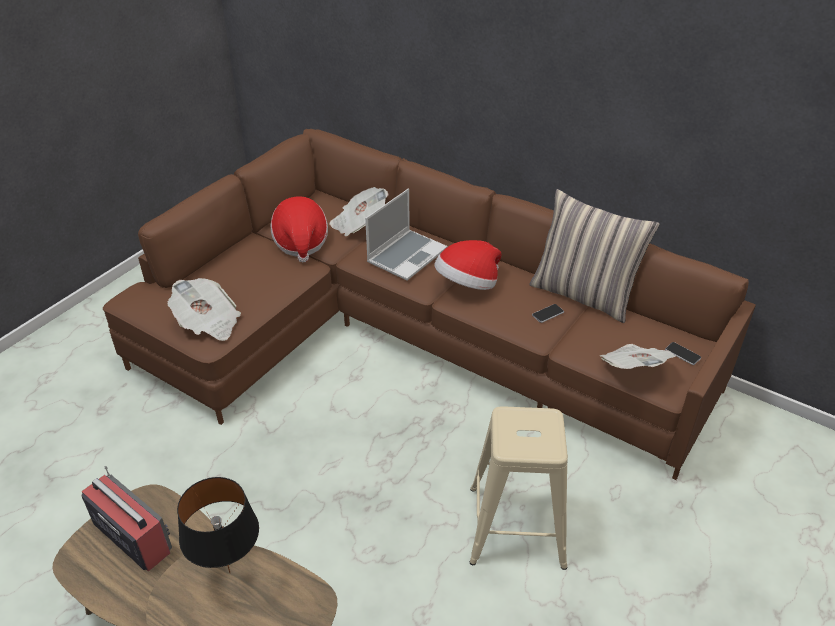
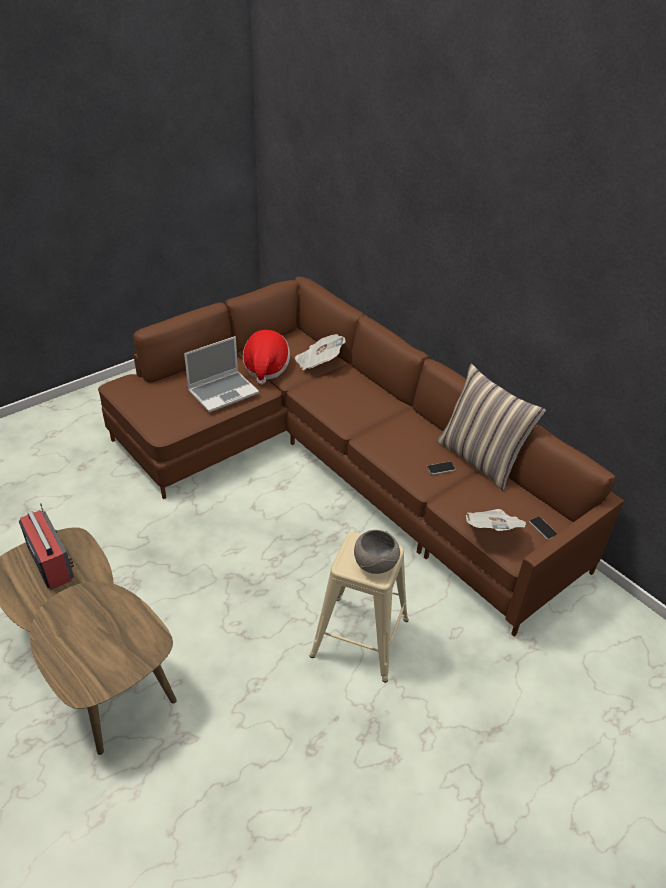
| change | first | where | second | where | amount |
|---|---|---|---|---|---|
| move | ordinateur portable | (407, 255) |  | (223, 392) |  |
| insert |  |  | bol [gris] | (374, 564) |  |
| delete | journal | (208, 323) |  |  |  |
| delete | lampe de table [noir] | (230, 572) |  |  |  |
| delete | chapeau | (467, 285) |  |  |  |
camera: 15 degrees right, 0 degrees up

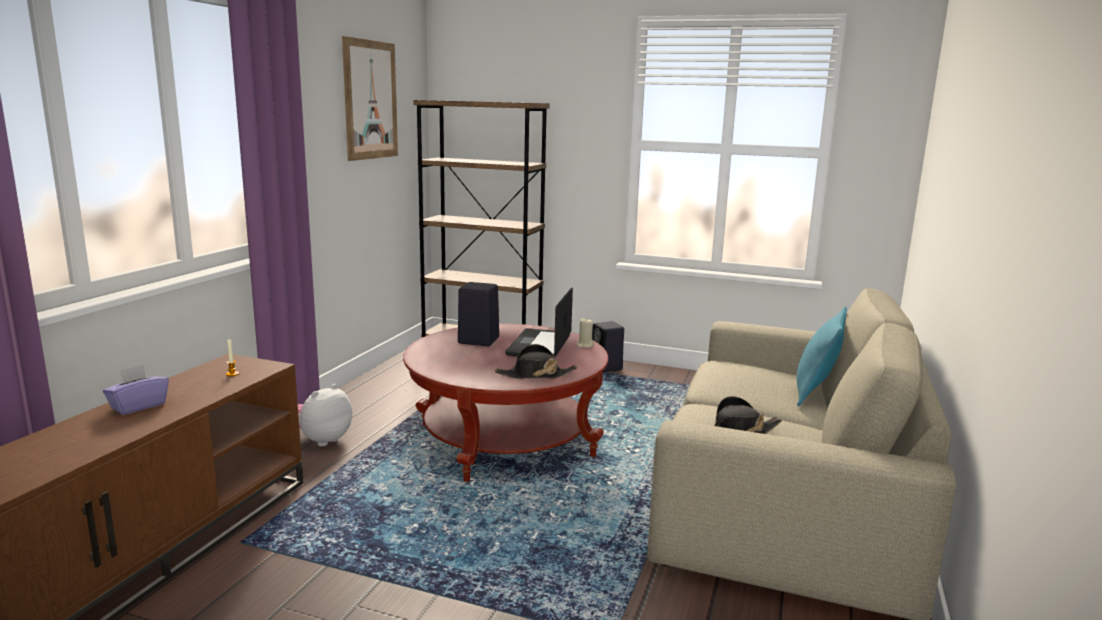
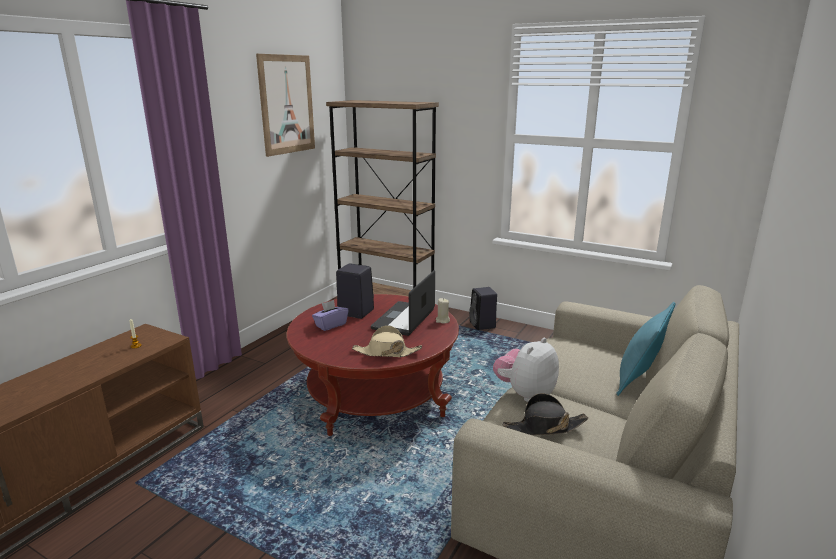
| change | first | where | second | where | amount |
|---|---|---|---|---|---|
| move | boîte à mouchoirs [violet] | (138, 406) |  | (330, 325) |  |
| recolor | chapeau [noir] | (535, 375) | chapeau [beige] | (386, 352) |  |
| move | peluche | (322, 440) |  | (525, 394) |  |
camera: 10 degrees right, 5 degrees up

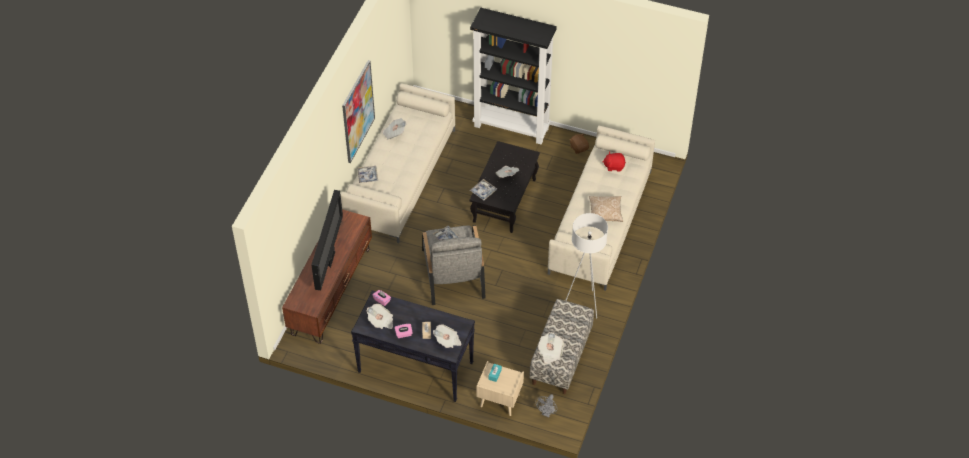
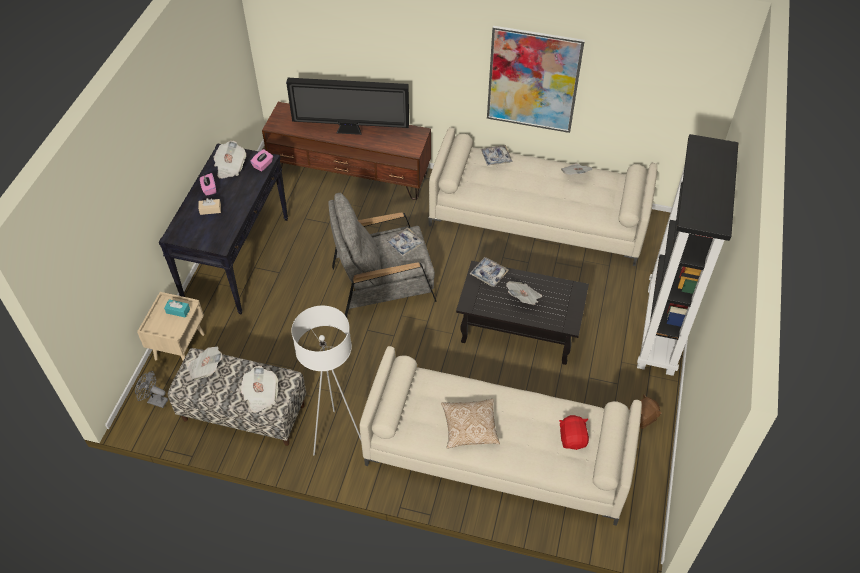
| change | first | where | second | where | amount |
|---|---|---|---|---|---|
| move | journal | (447, 341) |  | (260, 395) |  |
camera: 85 degrees right, 0 degrees up

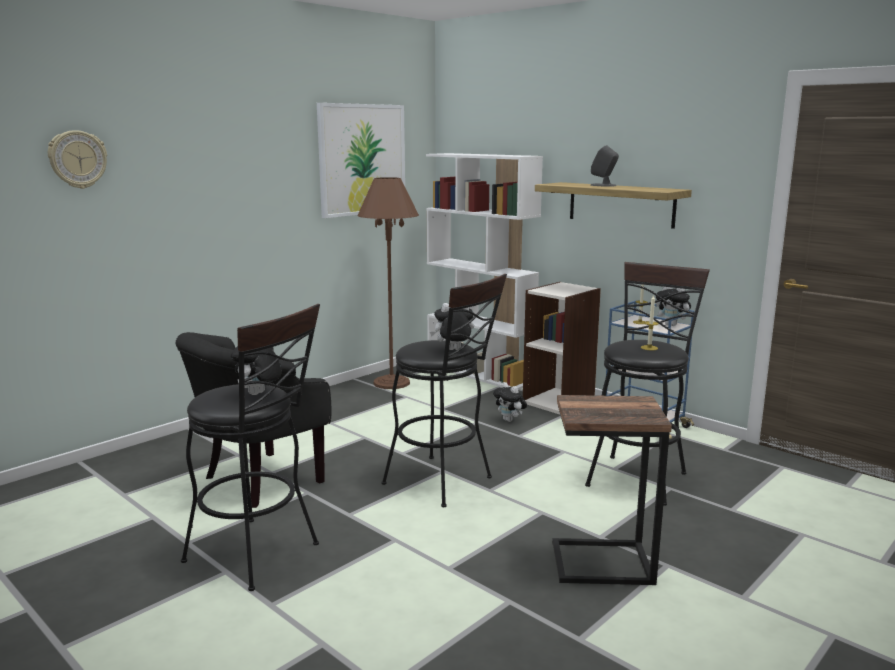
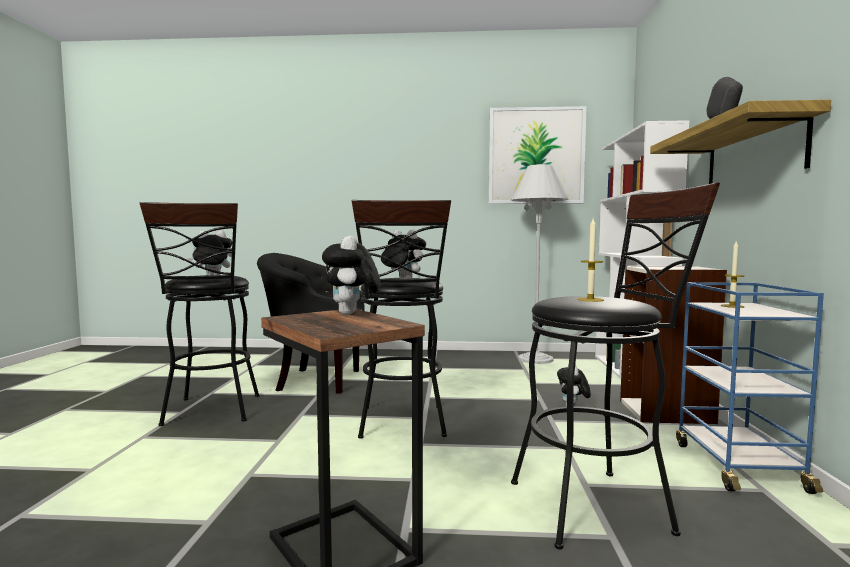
| change | first | where | second | where | amount |
|---|---|---|---|---|---|
| move | peluche | (672, 325) |  | (351, 314) |  |
| recolor | lampadaire [marron] | (391, 383) | lampadaire [blanc] | (535, 359) |  |
| delete | horloge murale | (77, 159) |  |  |  |
camera: 50 degrees right, 10 degrees down

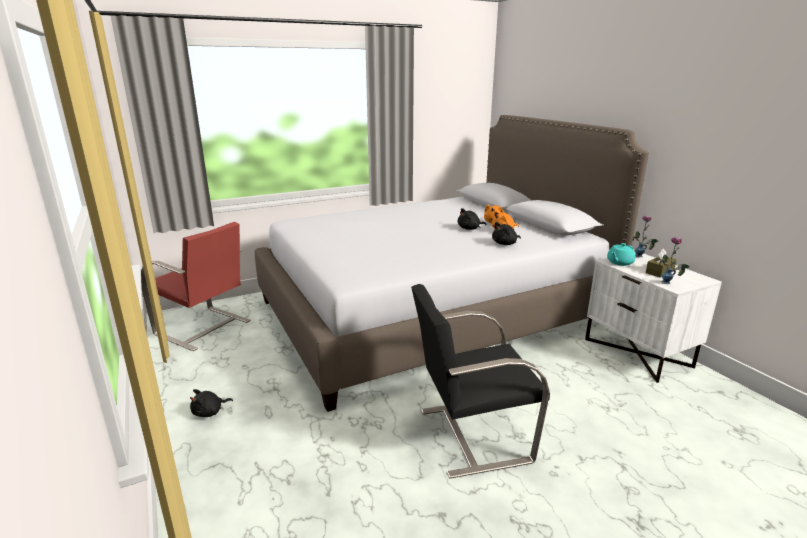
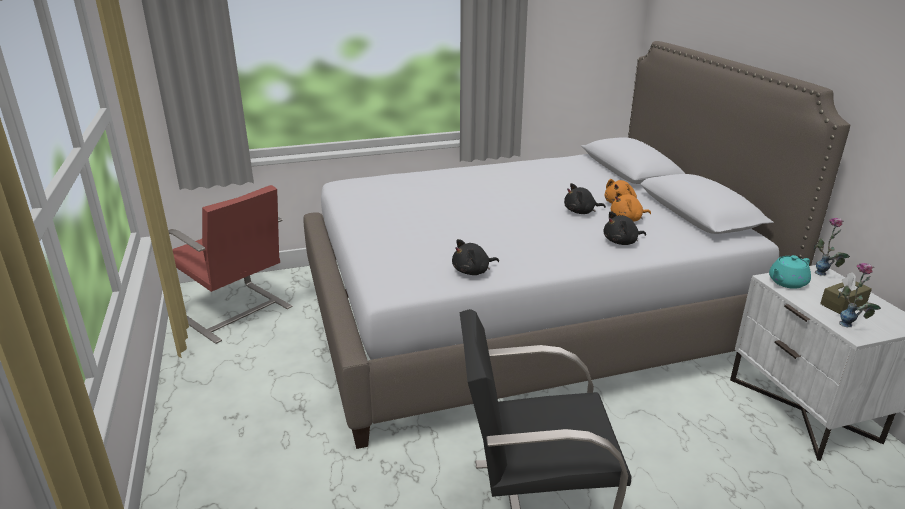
| change | first | where | second | where | amount |
|---|---|---|---|---|---|
| move | peluche [noir] | (210, 412) |  | (473, 271) |  |
camera: 10 degrees right, 5 degrees up

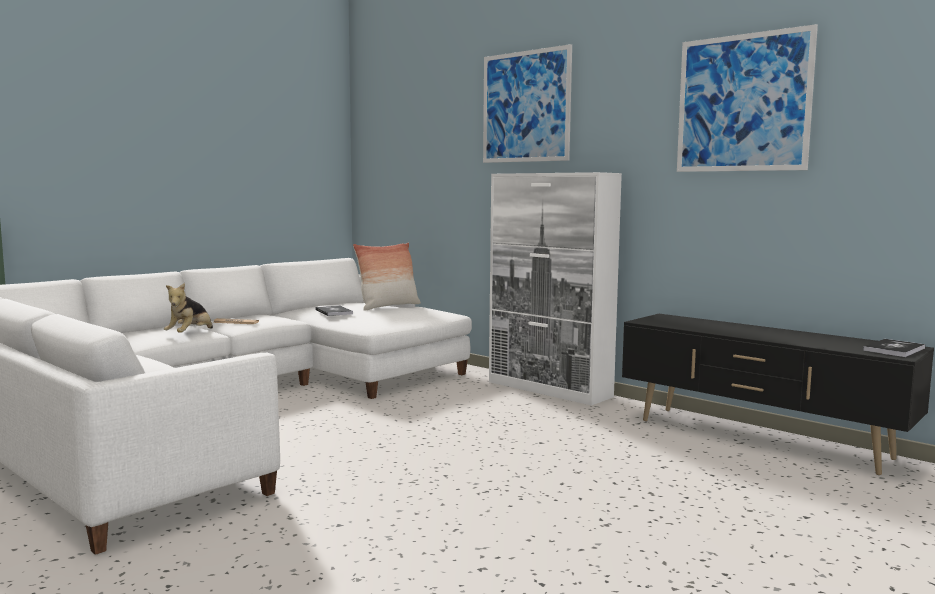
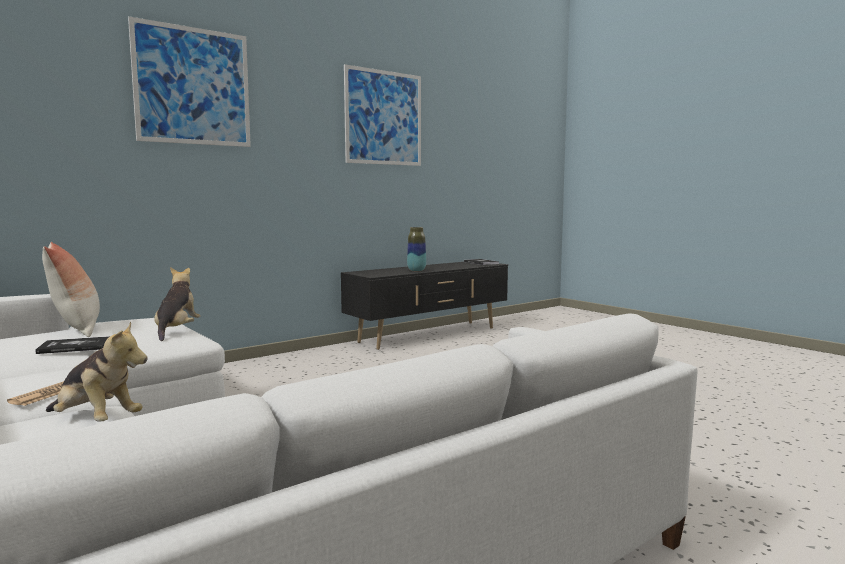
| change | first | where | second | where | amount |
|---|---|---|---|---|---|
| insert |  |  | peluche | (177, 331) |  |
| insert |  |  | vase | (416, 270) |  |
| delete | meuble de rangement [blanc] | (549, 389) |  |  |  |
camera: 80 degrees left, 0 degrees up

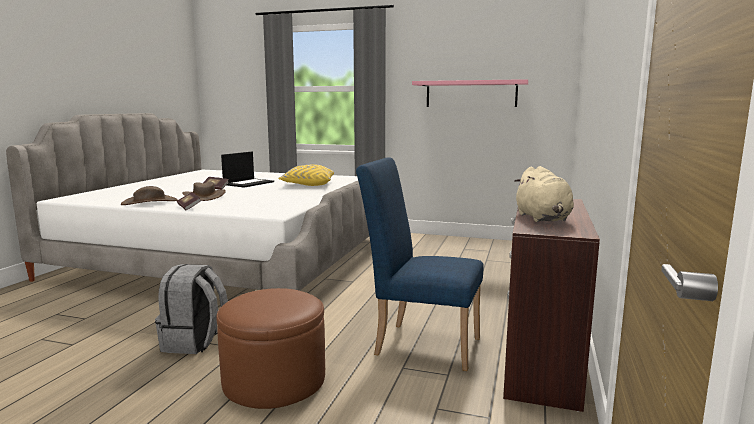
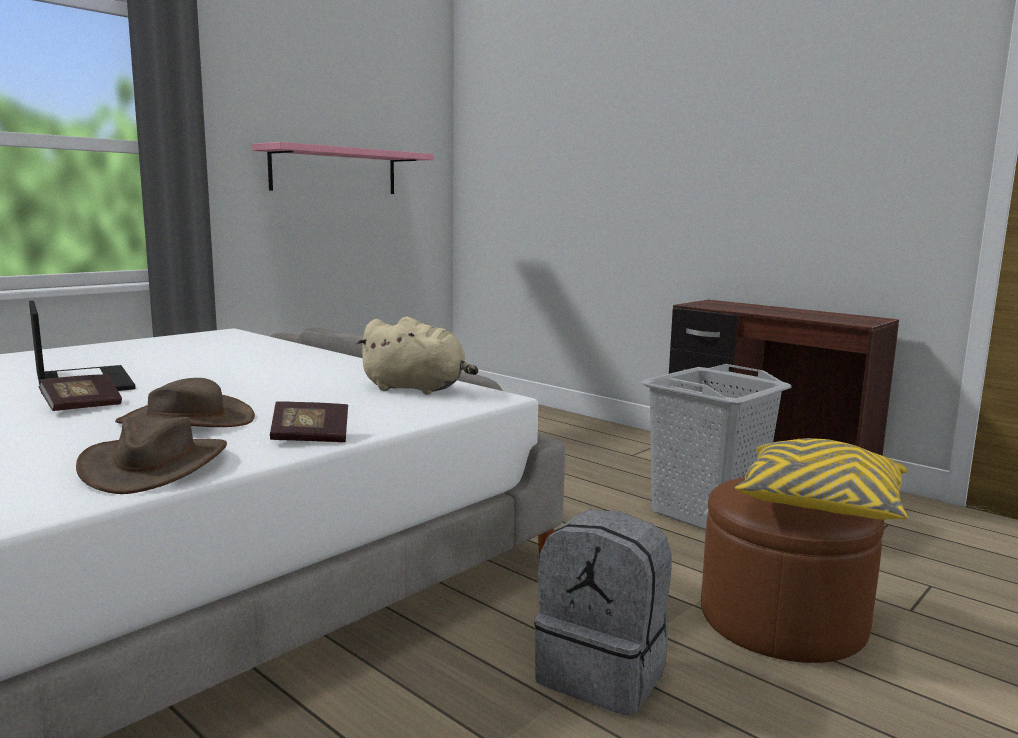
| change | first | where | second | where | amount |
|---|---|---|---|---|---|
| move | peluche [beige] | (543, 219) |  | (418, 389) |  |
| replace | chaise [bleu] | (420, 343) | panier à linge [gris] | (705, 513) |  |
| move | coussin [jaune] | (308, 185) |  | (821, 507) |  |
camera: 65 degrees left, 0 degrees up

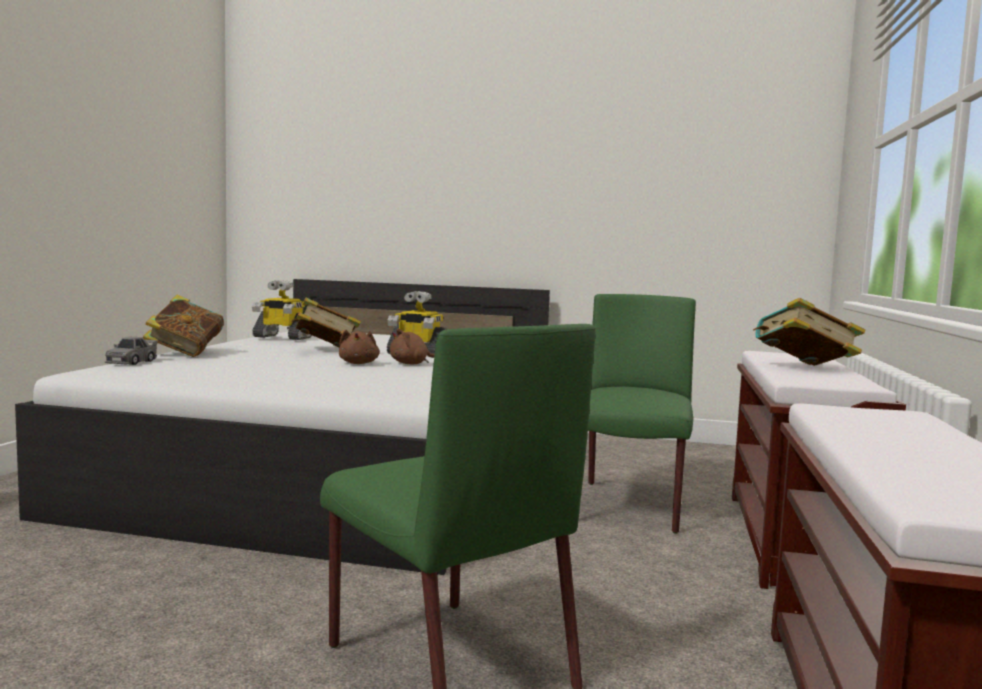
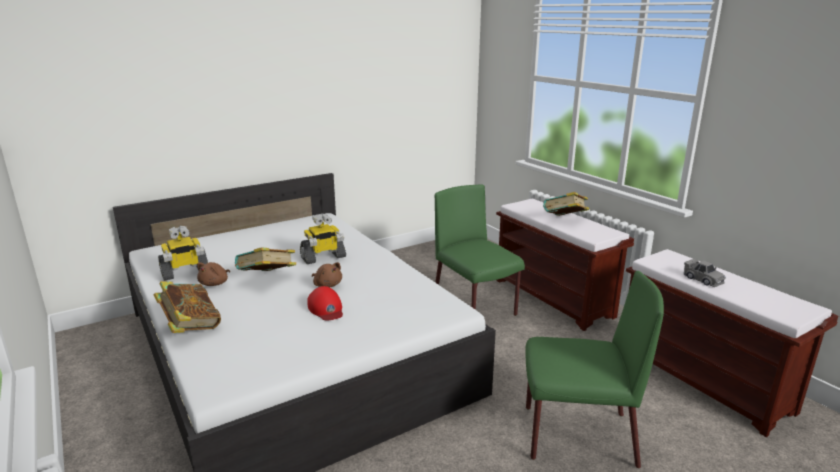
| change | first | where | second | where | amount |
|---|---|---|---|---|---|
| move | peluche [marron] | (411, 364) |  | (215, 283) |  |
| insert |  |  | casquette [rouge] | (326, 308) |  |
| move | petite voiture [gris] | (132, 362) |  | (702, 279) |  |
camera: 45 degrees left, 15 degrees up

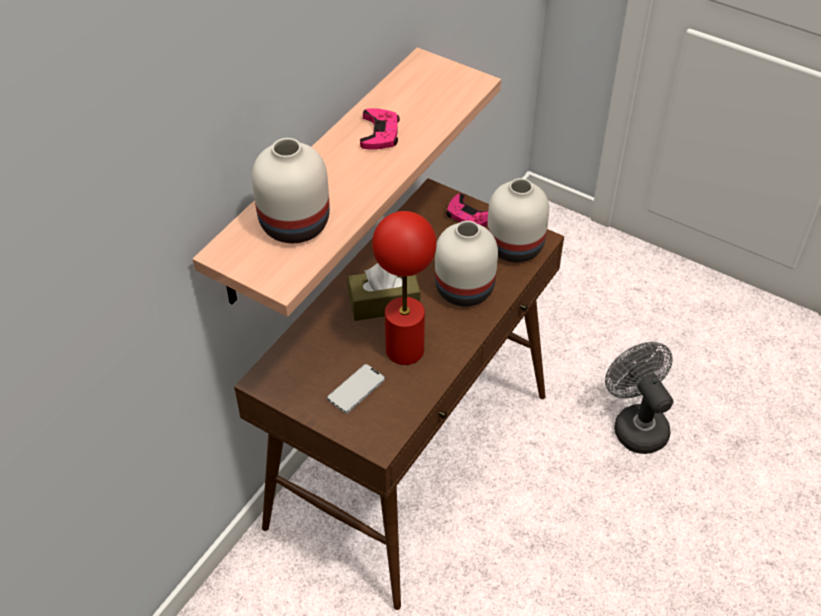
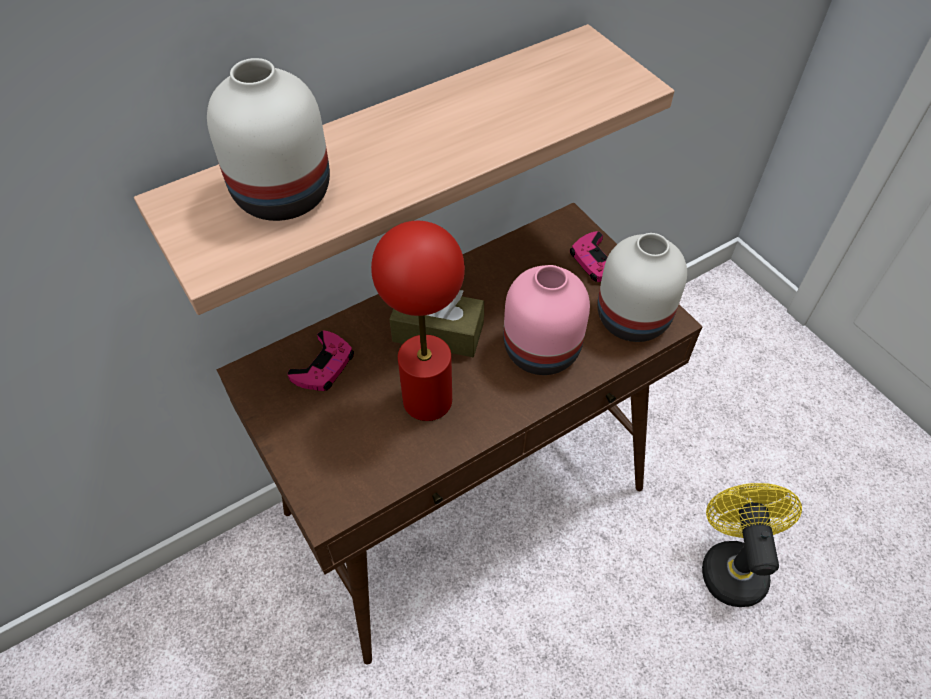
| change | first | where | second | where | amount |
|---|---|---|---|---|---|
| move | manette [rose] | (380, 133) |  | (324, 366) |  |
| recolor | vase [blanc] | (463, 288) | vase [rose] | (540, 348) |  |
| recolor | ventilateur [gris] | (635, 424) | ventilateur [jaune] | (731, 564) |  |
| delete | téléphone | (356, 389) |  |  |  |
camera: 25 degrees right, 5 degrees up

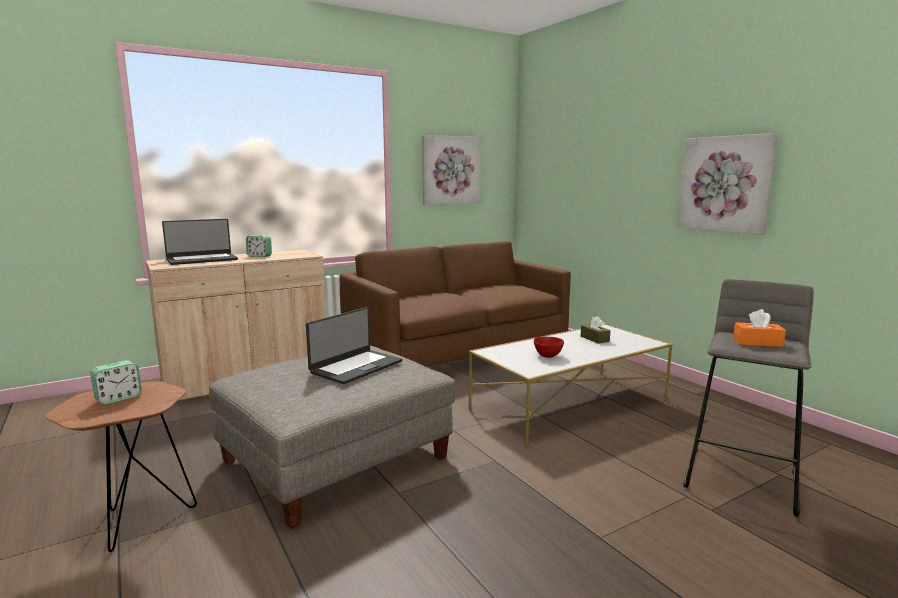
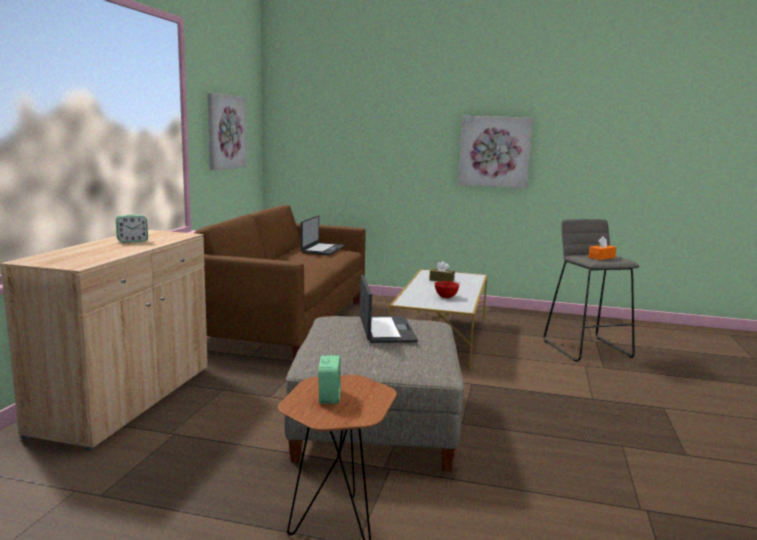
| change | first | where | second | where | amount |
|---|---|---|---|---|---|
| move | ordinateur portable | (202, 259) |  | (322, 249) |  |
camera: 45 degrees left, 0 degrees up

